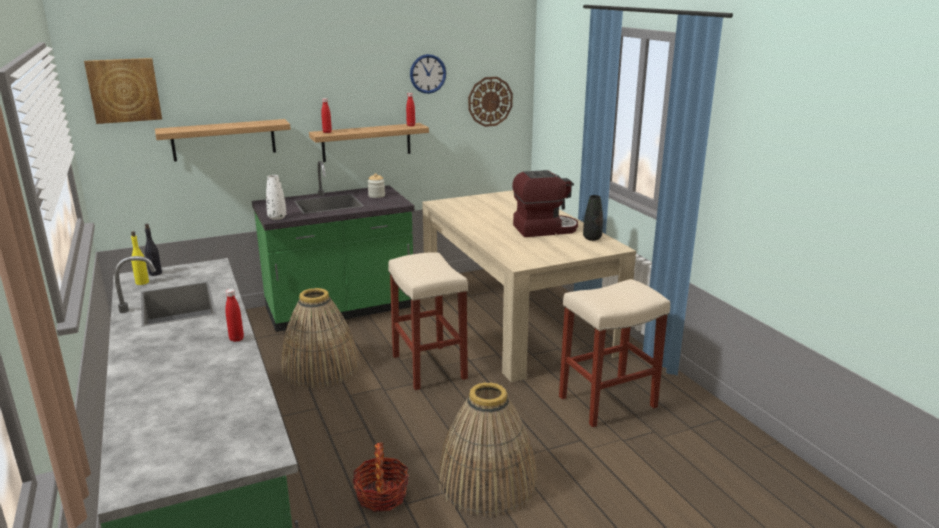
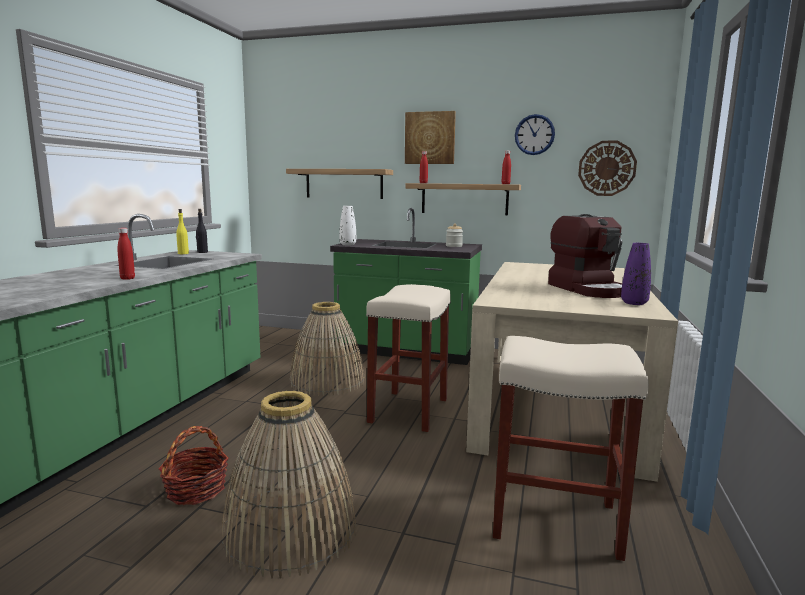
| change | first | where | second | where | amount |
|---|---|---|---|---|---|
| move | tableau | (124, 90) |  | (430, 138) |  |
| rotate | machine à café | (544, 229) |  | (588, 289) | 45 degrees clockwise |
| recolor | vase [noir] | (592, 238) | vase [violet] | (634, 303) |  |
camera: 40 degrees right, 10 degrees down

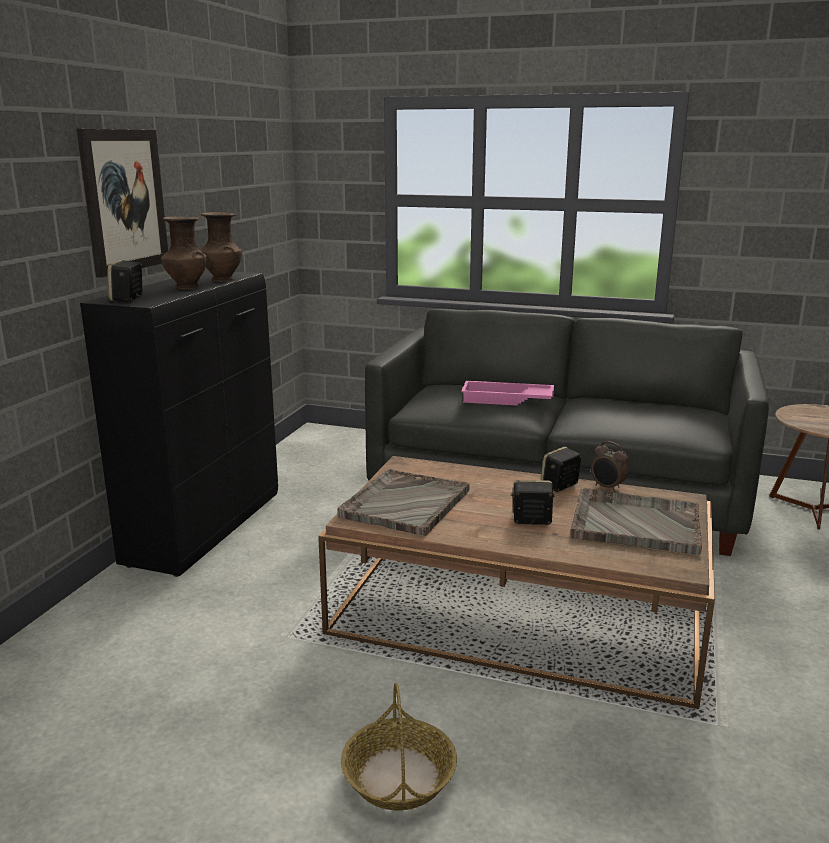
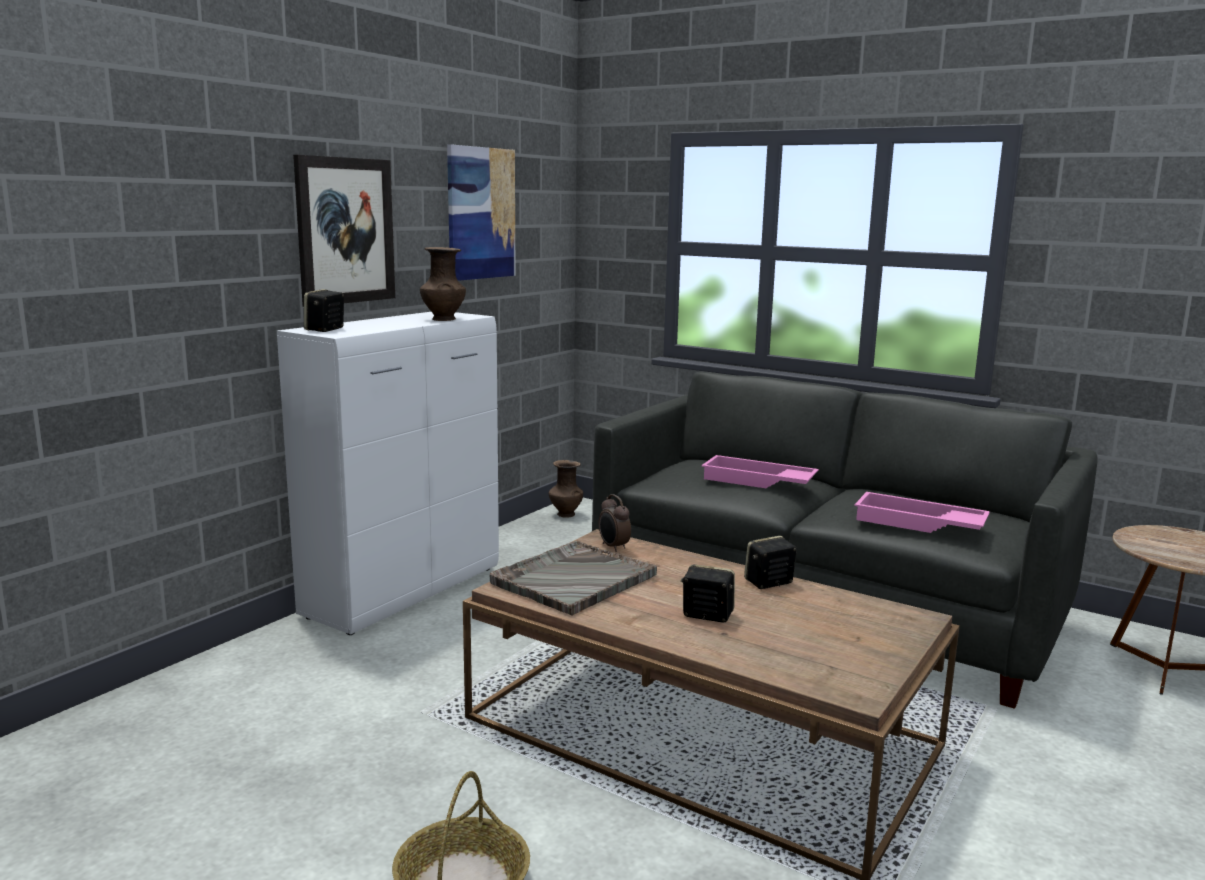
| change | first | where | second | where | amount |
|---|---|---|---|---|---|
| recolor | meuble de rangement [noir] | (205, 529) | meuble de rangement [blanc] | (405, 591) |  |
| insert |  |  | tableau | (481, 213) |  |
| move | vase [marron] | (186, 287) |  | (565, 514) |  |
| move | réveil | (607, 488) |  | (613, 547) |  |
| insert |  |  | plateau [rose] | (918, 524) |  |
| delete | plateau [gris] | (634, 523) |  |  |  |
camera: 15 degrees right, 5 degrees down

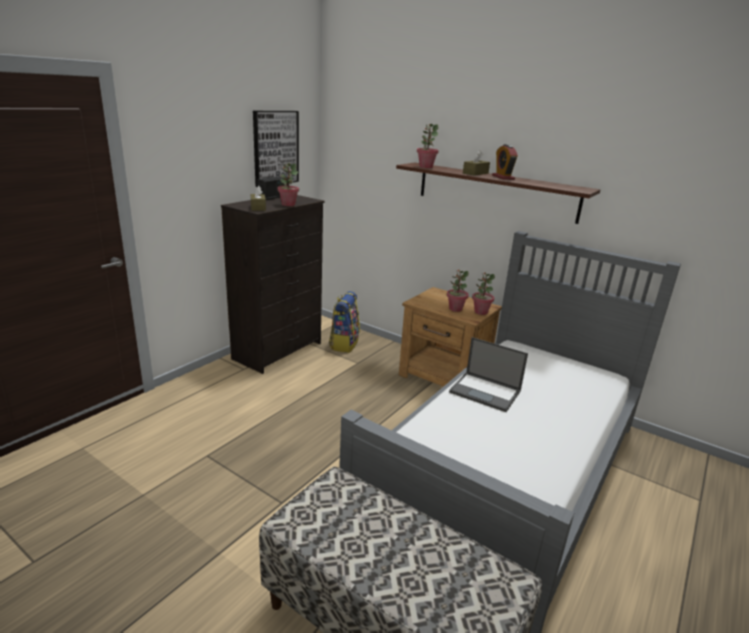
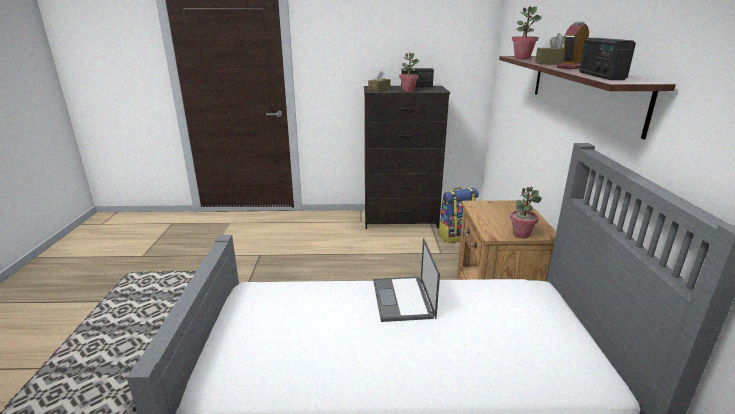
| change | first | where | second | where | amount |
|---|---|---|---|---|---|
| insert |  |  | radio | (600, 76) |  |
| delete | tableau | (275, 148) |  |  |  |
| delete | plante en pot | (455, 309) |  |  |  |
camera: 55 degrees right, 0 degrees up

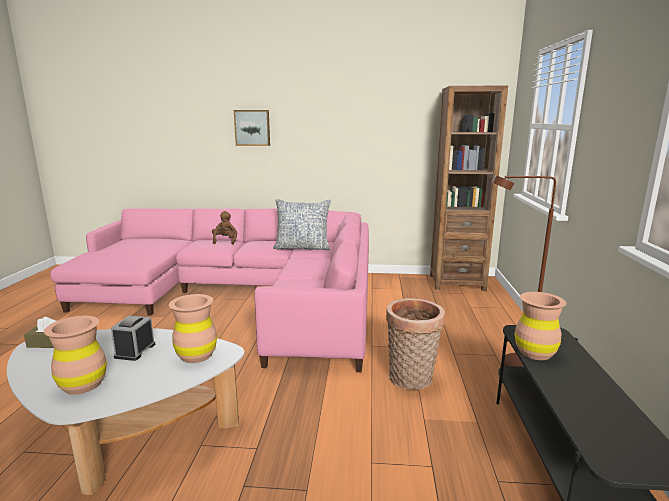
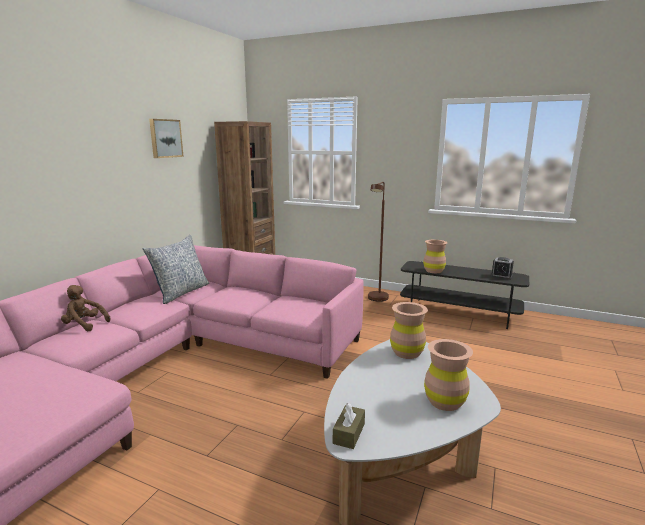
| change | first | where | second | where | amount |
|---|---|---|---|---|---|
| move | tableau | (252, 127) |  | (165, 138) |  |
| move | réveil | (135, 350) |  | (501, 276) |  |
| delete | panier | (411, 380) |  |  |  |
camera: 70 degrees left, 0 degrees up

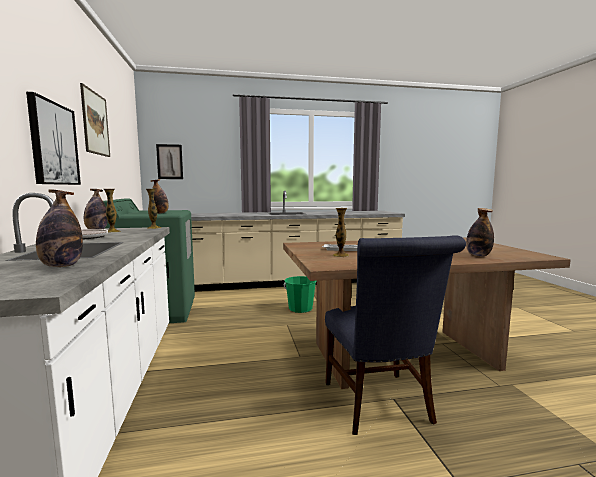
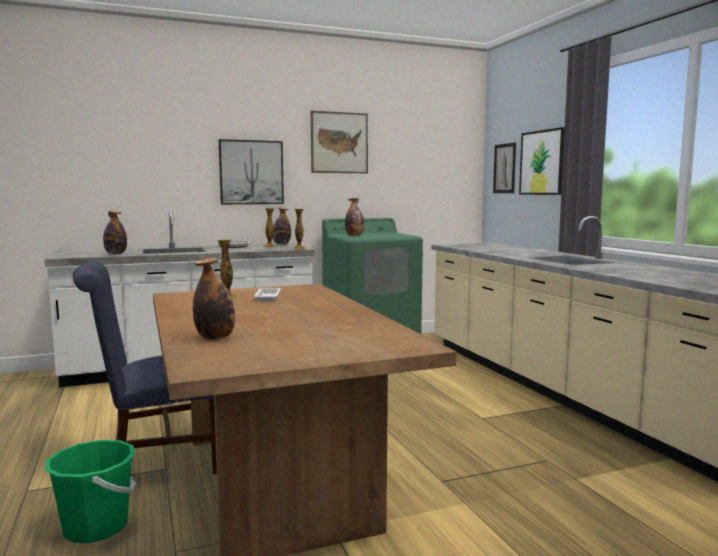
| change | first | where | second | where | amount |
|---|---|---|---|---|---|
| move | seau [vert] | (300, 309) |  | (96, 527) |  |
| insert |  |  | tableau | (543, 162) |  |
camera: 80 degrees right, 0 degrees up

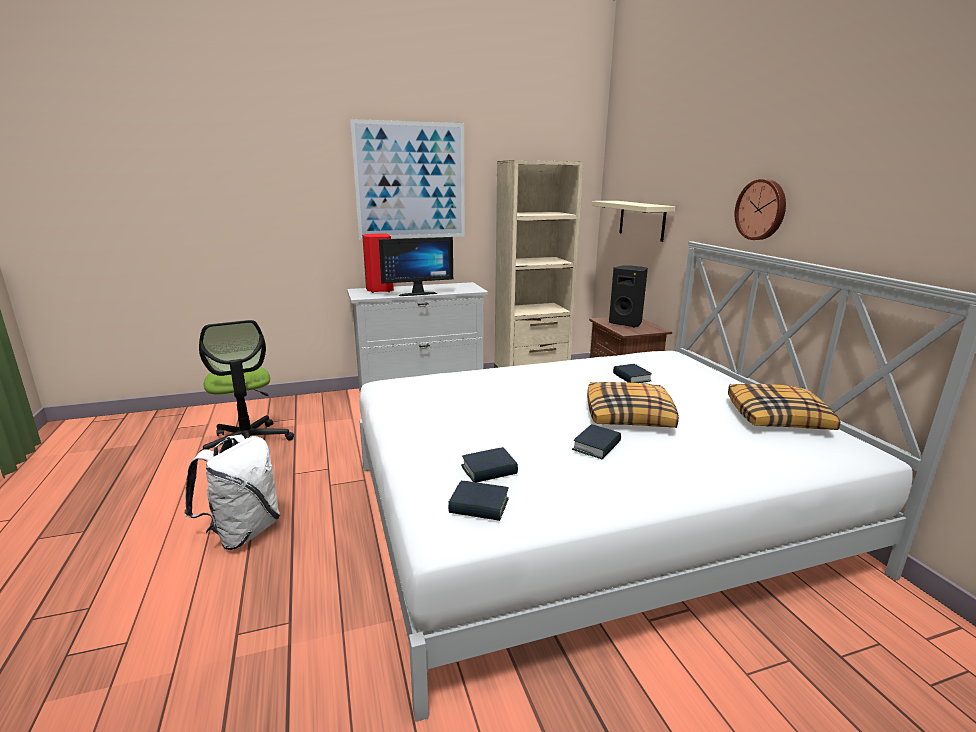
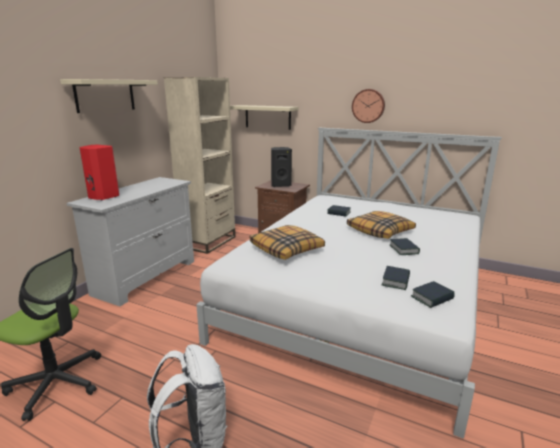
| change | first | where | second | where | amount |
|---|---|---|---|---|---|
| replace | tableau | (410, 181) | étagère [beige] | (105, 95) |  |
| move | coussin | (777, 418) |  | (287, 249) |  |
| delete | écran d'ordinateur | (417, 293) |  |  |  |
camera: 45 degrees left, 0 degrees up

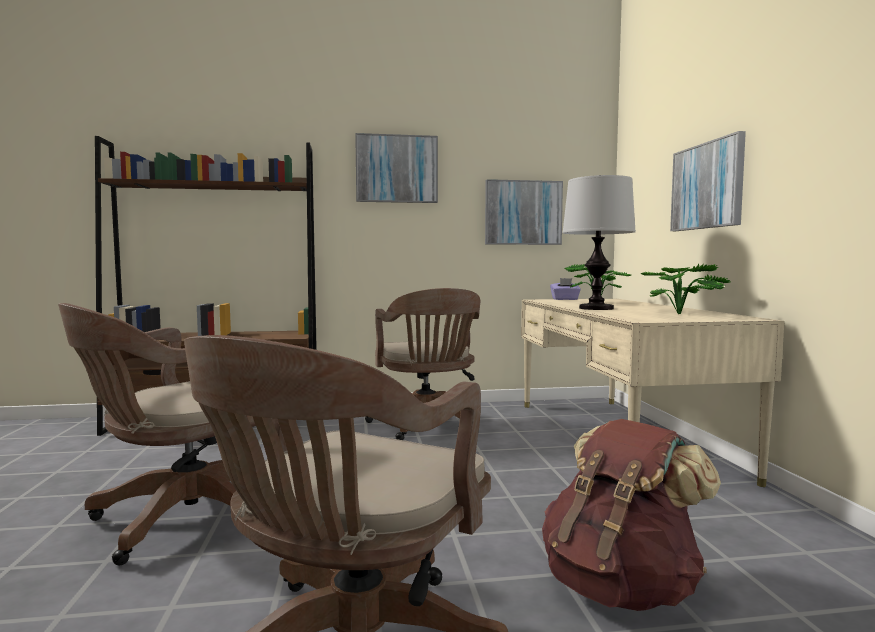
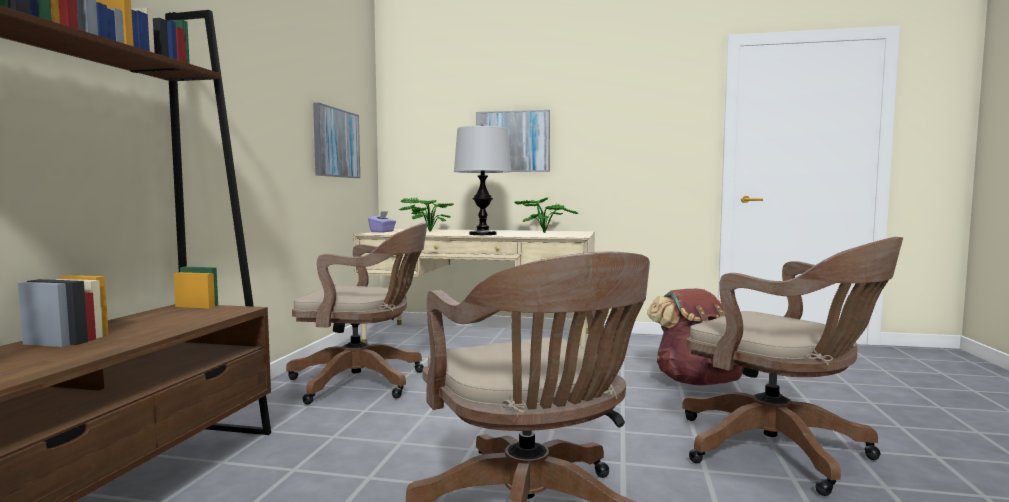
| change | first | where | second | where | amount |
|---|---|---|---|---|---|
| delete | tableau | (396, 169) |  |  |  |
camera: 70 degrees left, 0 degrees up

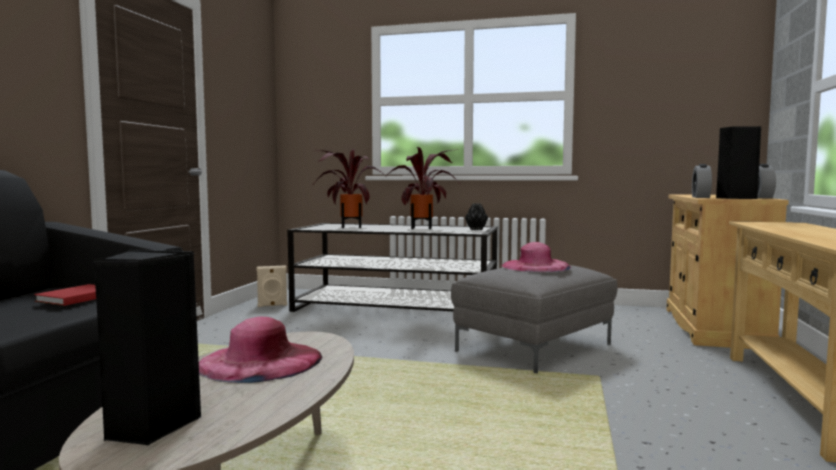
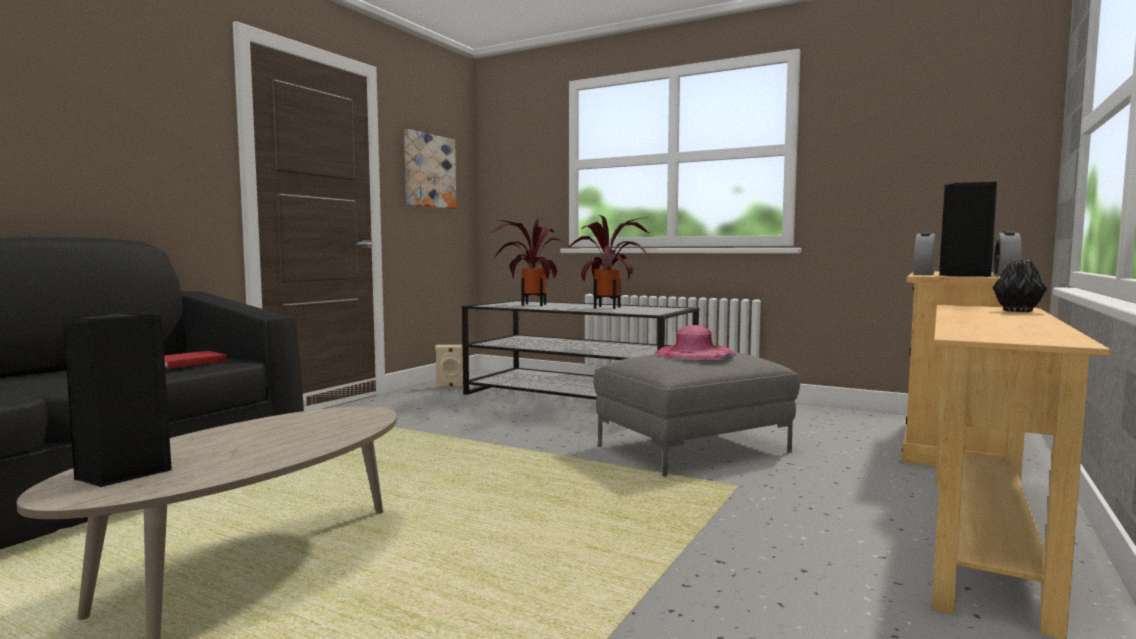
| change | first | where | second | where | amount |
|---|---|---|---|---|---|
| insert |  |  | tableau | (429, 171) |  |
| move | vase [noir] | (476, 229) |  | (1018, 311) |  |
| delete | chapeau [rose] | (260, 361) |  |  |  |
camera: 15 degrees right, 0 degrees up

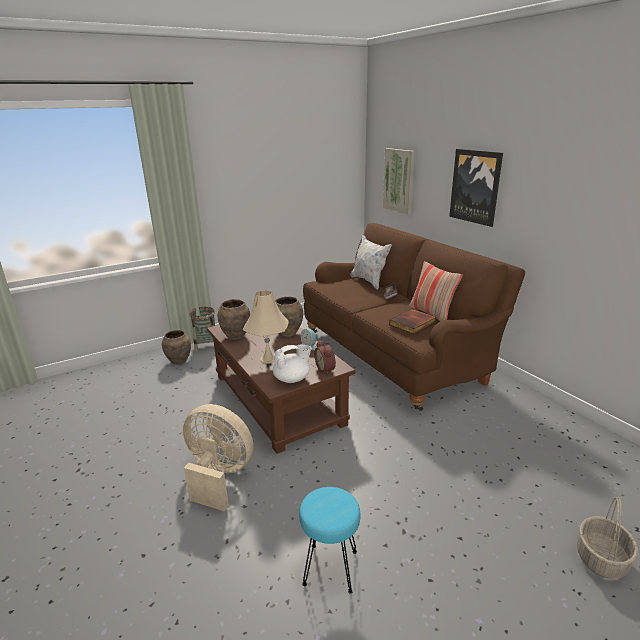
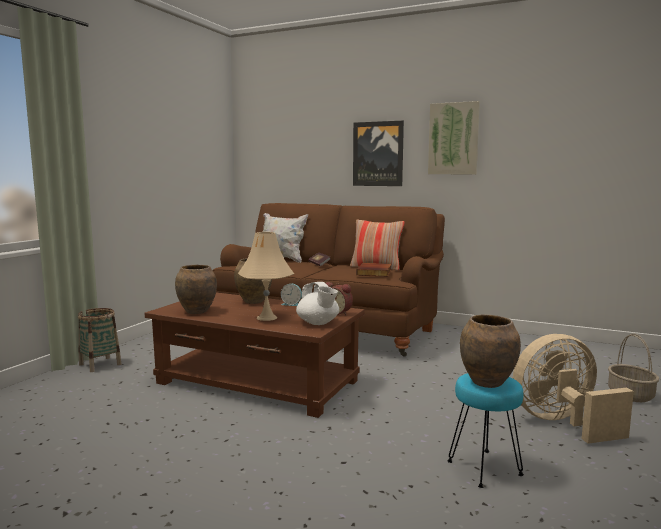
| change | first | where | second | where | amount |
|---|---|---|---|---|---|
| rotate | théière [blanc] | (292, 379) |  | (318, 323) | 120 degrees clockwise |
| move | tableau | (399, 180) |  | (453, 139) |  |
| move | vase [marron] | (179, 361) |  | (487, 382) |  |
| move | ventilateur [beige] | (218, 476) |  | (562, 423) |  |
camera: 35 degrees left, 15 degrees down

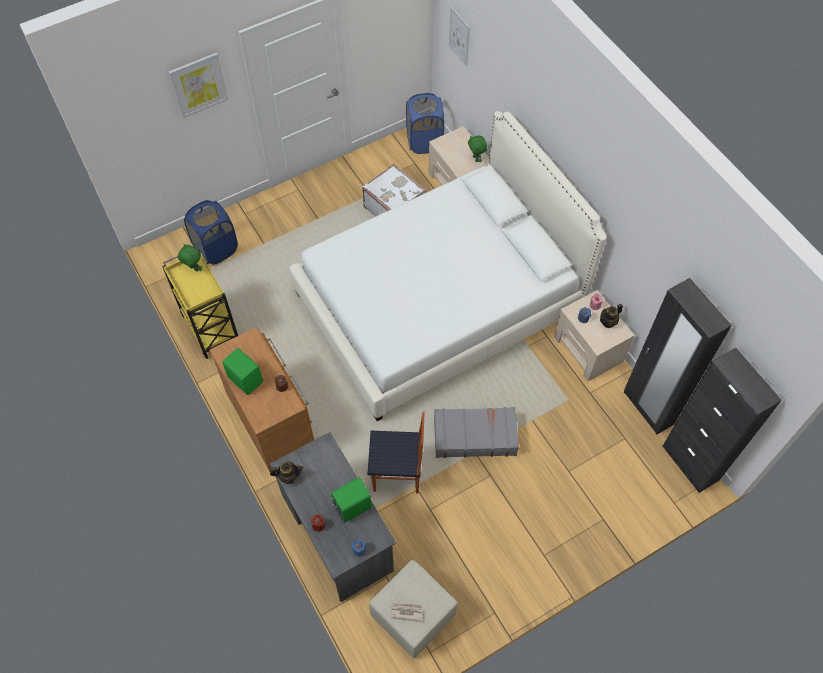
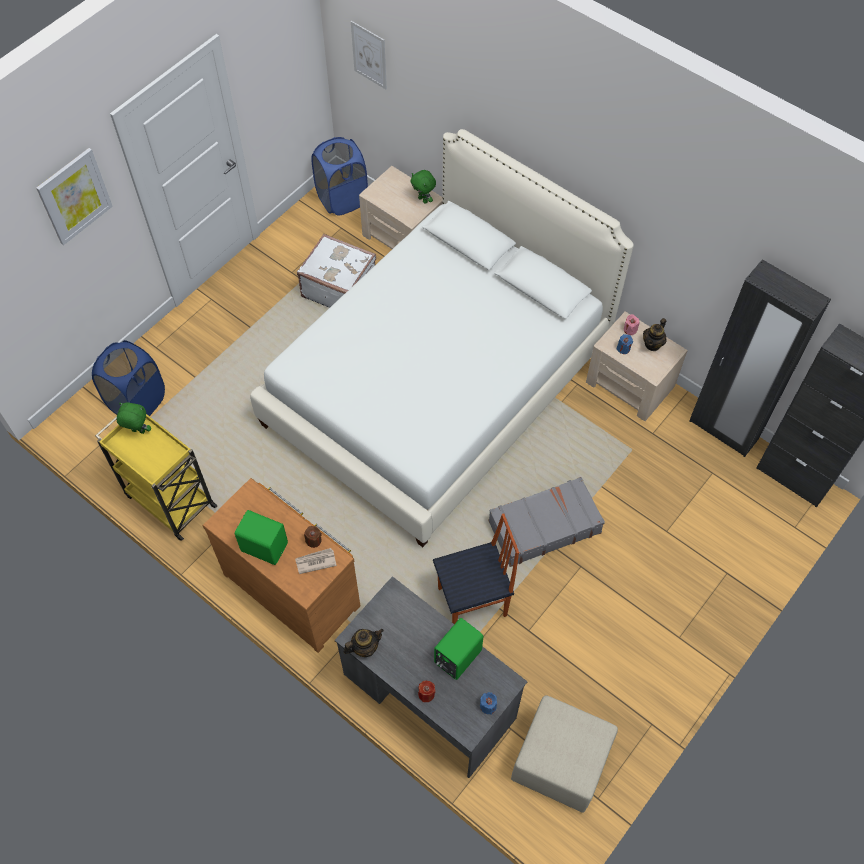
| change | first | where | second | where | amount |
|---|---|---|---|---|---|
| move | journal | (406, 611) |  | (315, 561) |  |
camera: 20 degrees left, 0 degrees up

